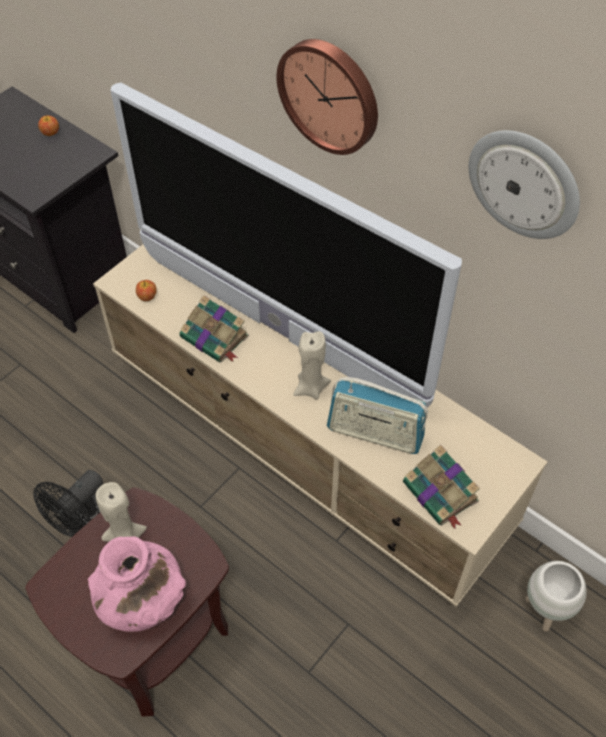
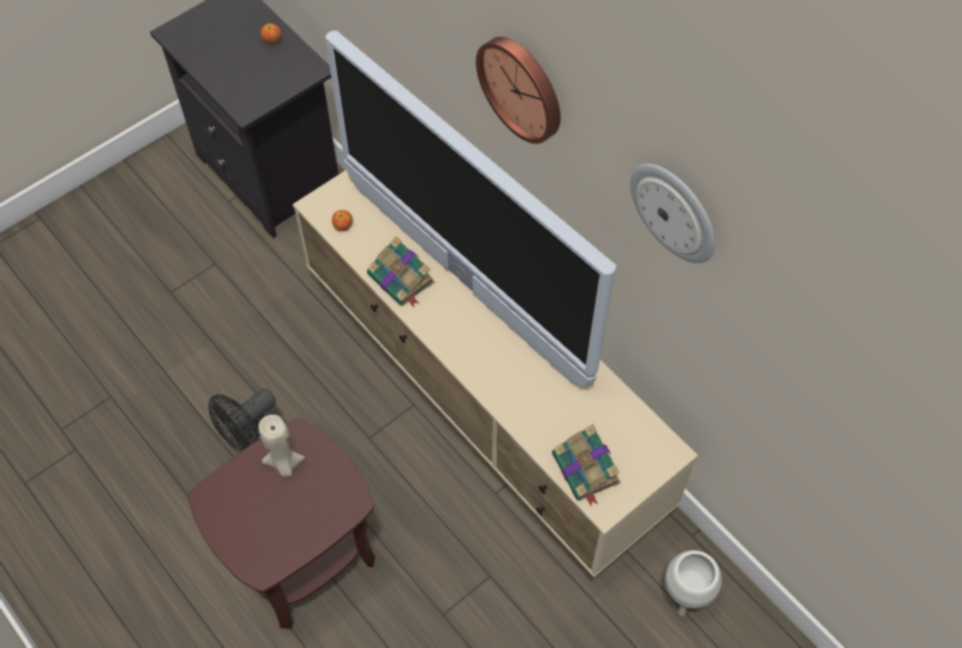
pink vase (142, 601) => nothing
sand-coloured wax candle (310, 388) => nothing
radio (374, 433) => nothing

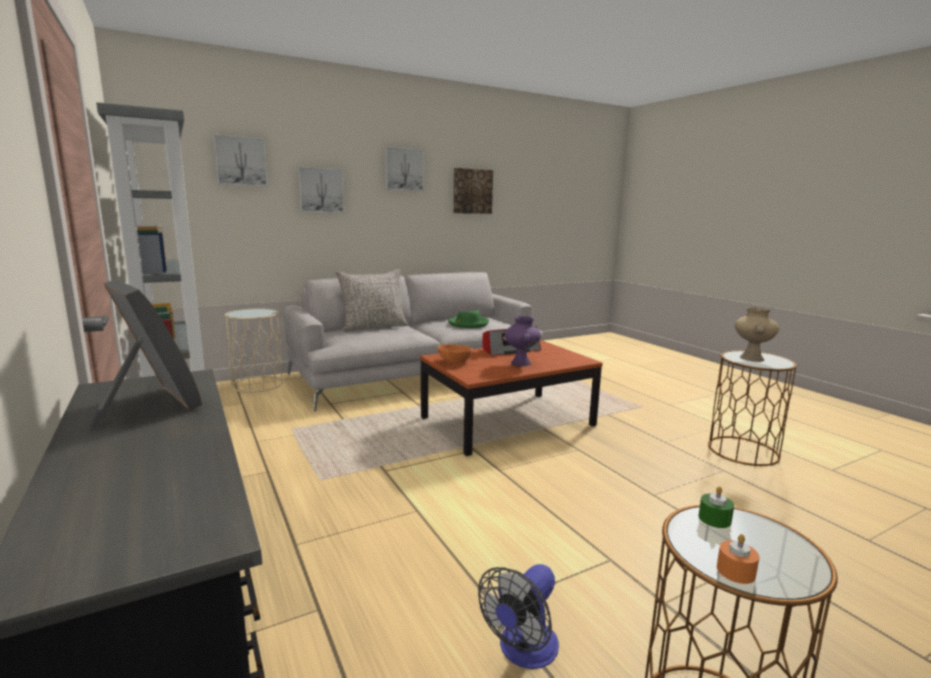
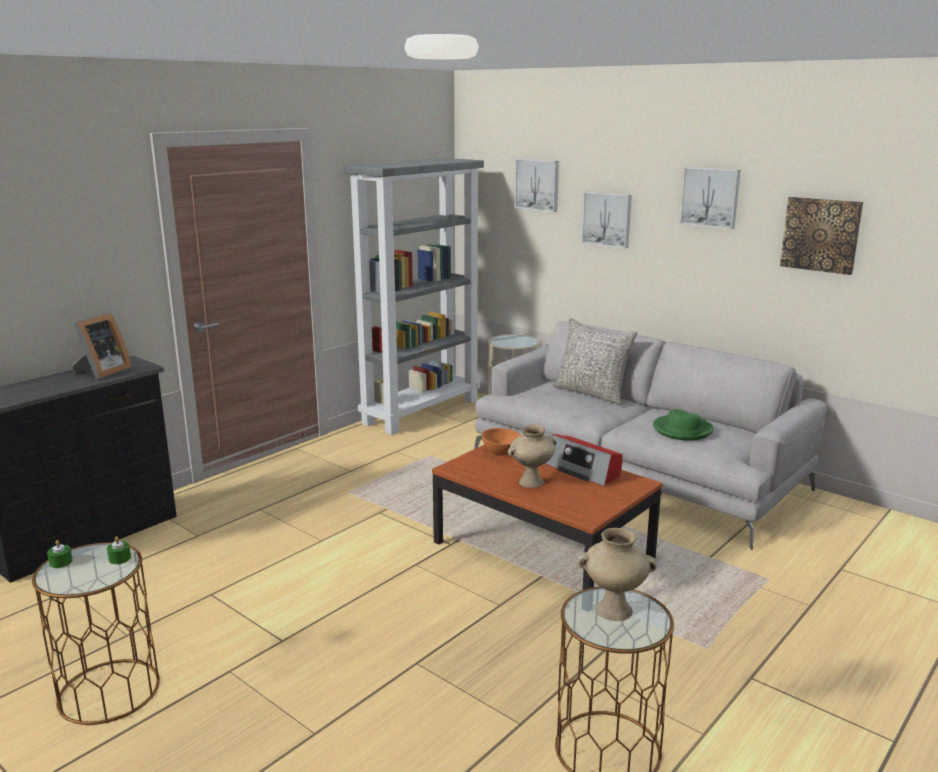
electric fan (523, 651) => nothing
purple vase (521, 363) => sand-coloured vase (531, 483)
orangey wax candle (735, 571) => greenish wax candle (61, 562)

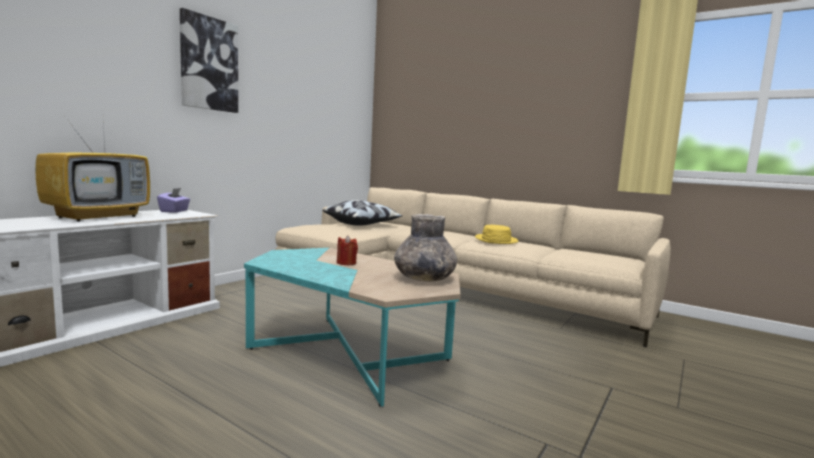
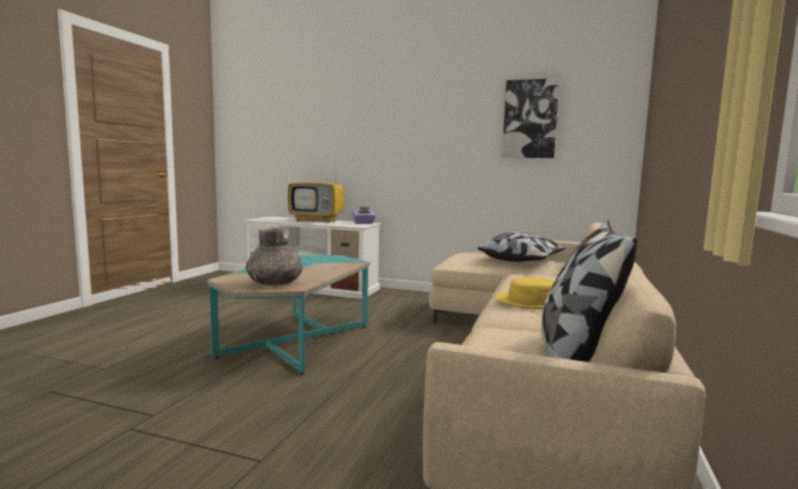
wall art (209, 64) => wall art (530, 119), shifted
red wax candle (346, 263) => nothing
nothing => throw pillow (575, 356)

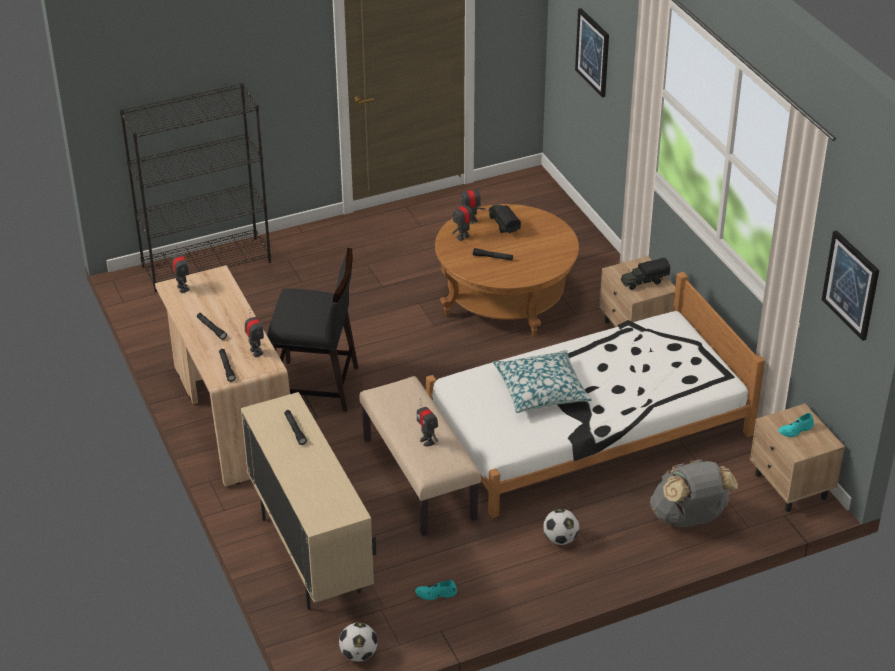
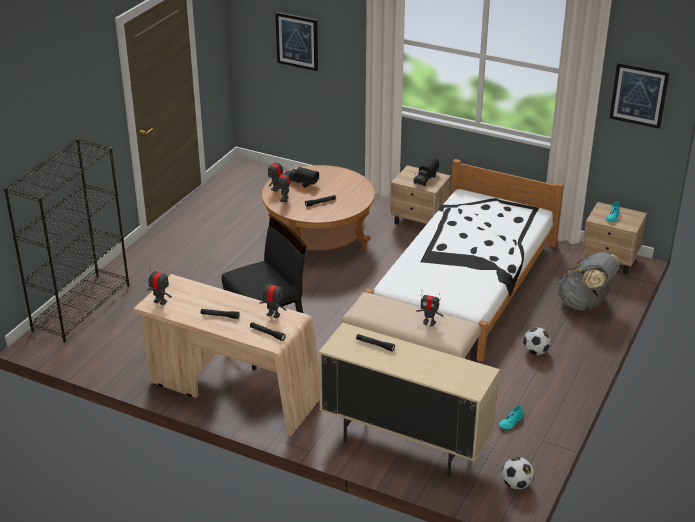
throw pillow (541, 390) => nothing

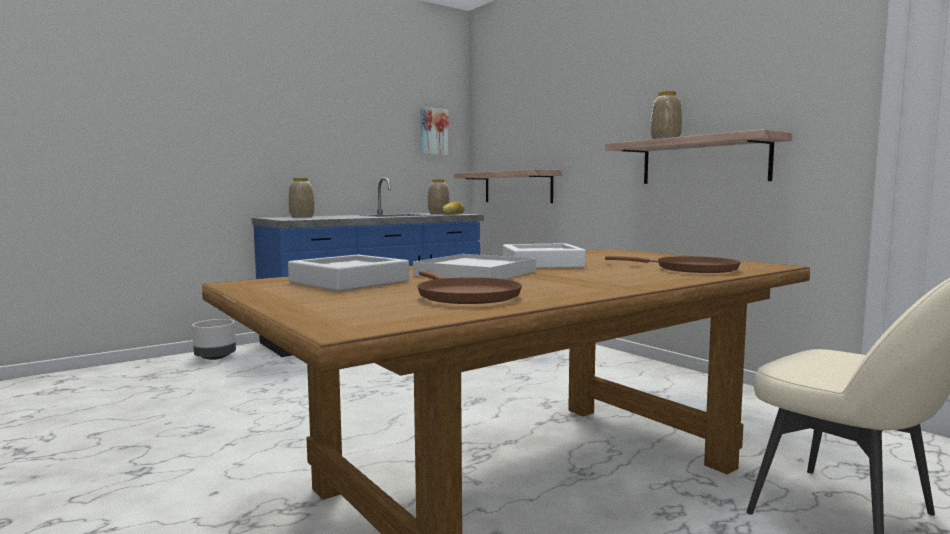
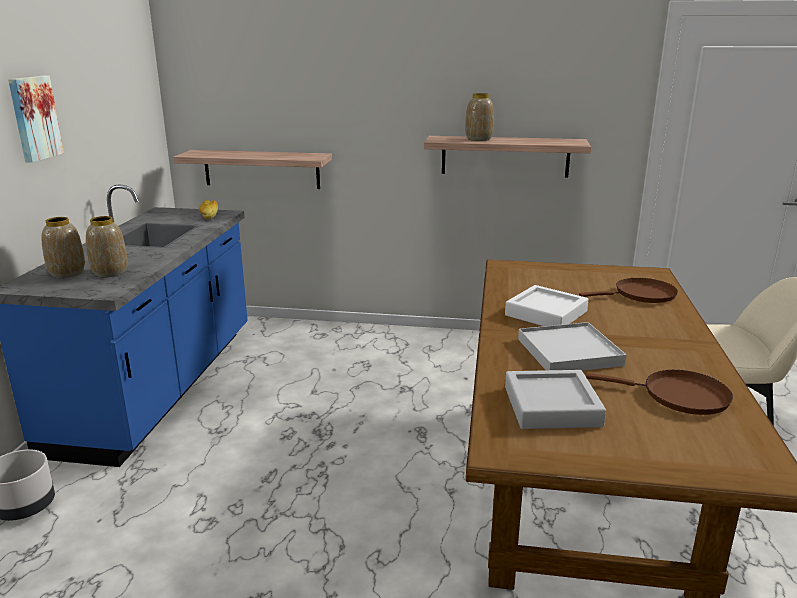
wall art (433, 132) => wall art (34, 118), shifted
vase (438, 213) => vase (109, 273), shifted

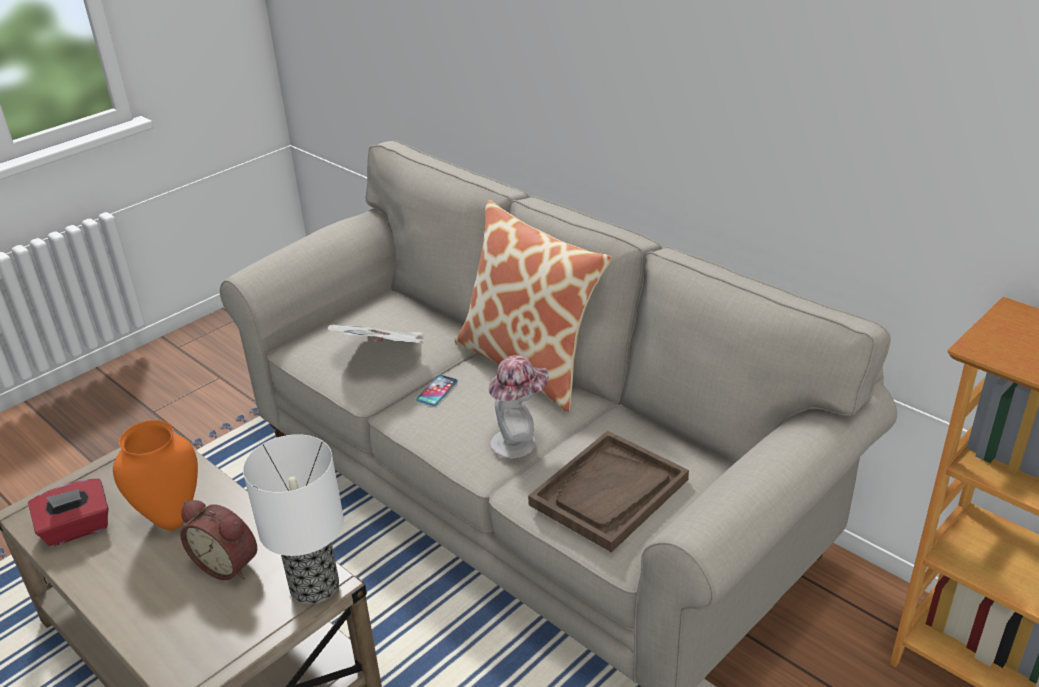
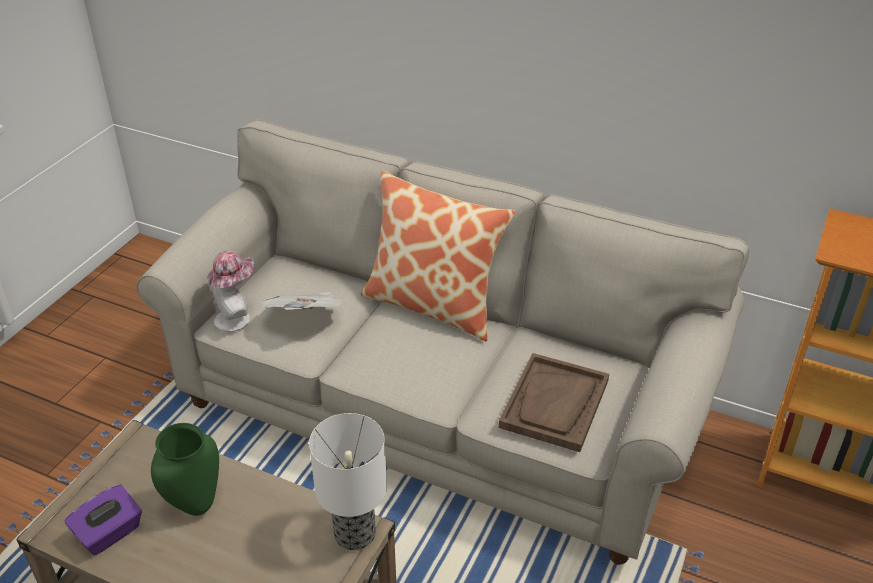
red tissue holder (77, 529) => purple tissue holder (110, 533)
orangey vase (172, 519) => greenish vase (195, 505)
bedside clock (229, 564) => nothing
telephone (437, 391) => nothing
wearable hat (519, 442) => wearable hat (236, 318), shifted

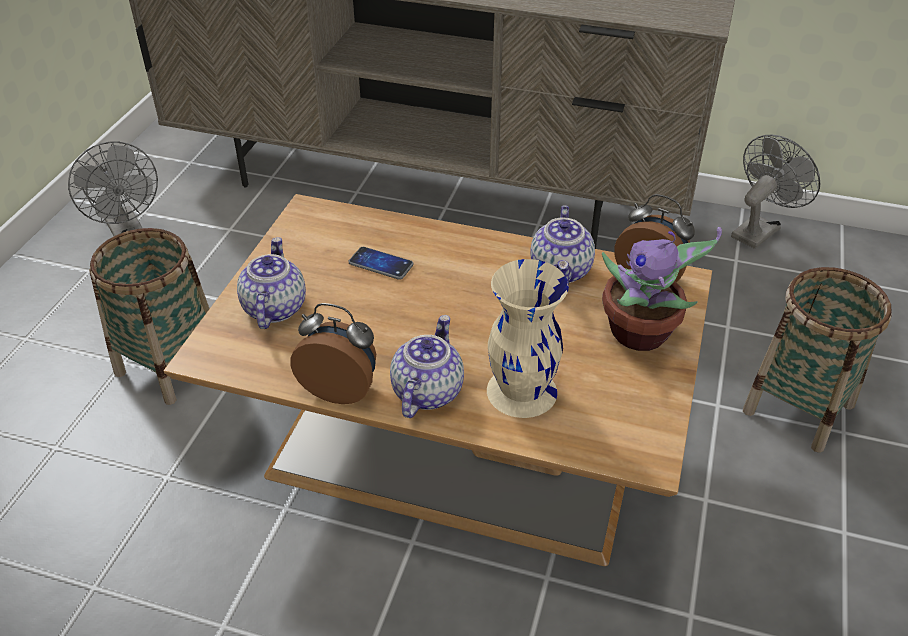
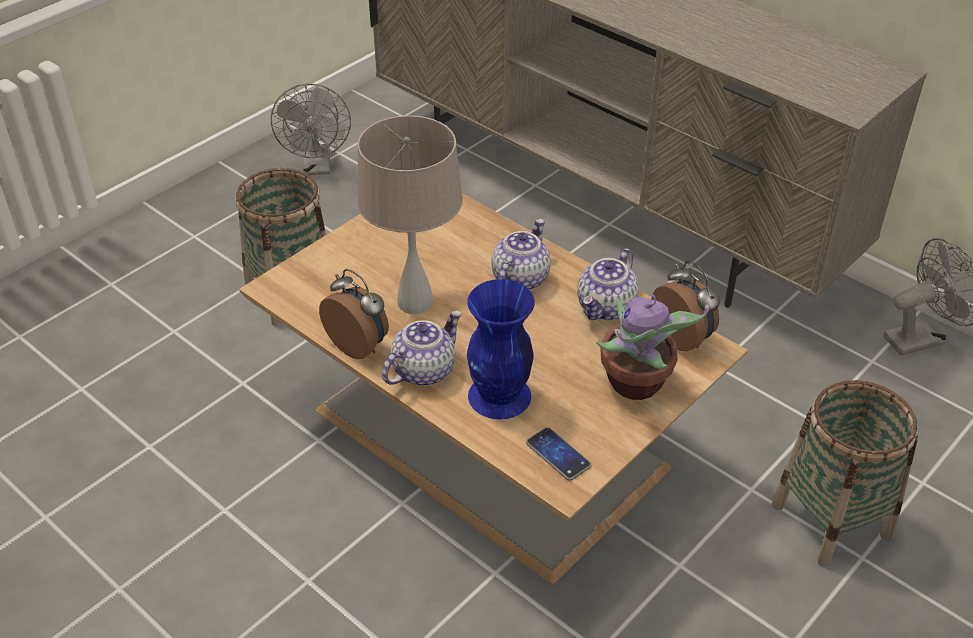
teapot (273, 307) => teapot (519, 278), shifted
telephone (381, 264) => telephone (558, 455), shifted
sand-coloured vase (522, 392) => blue vase (499, 396)
nothing => sand-coloured table lamp (415, 301)

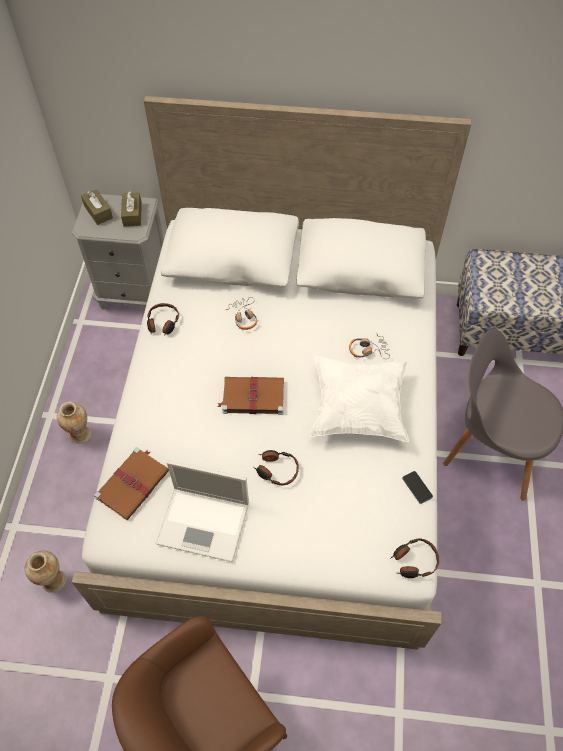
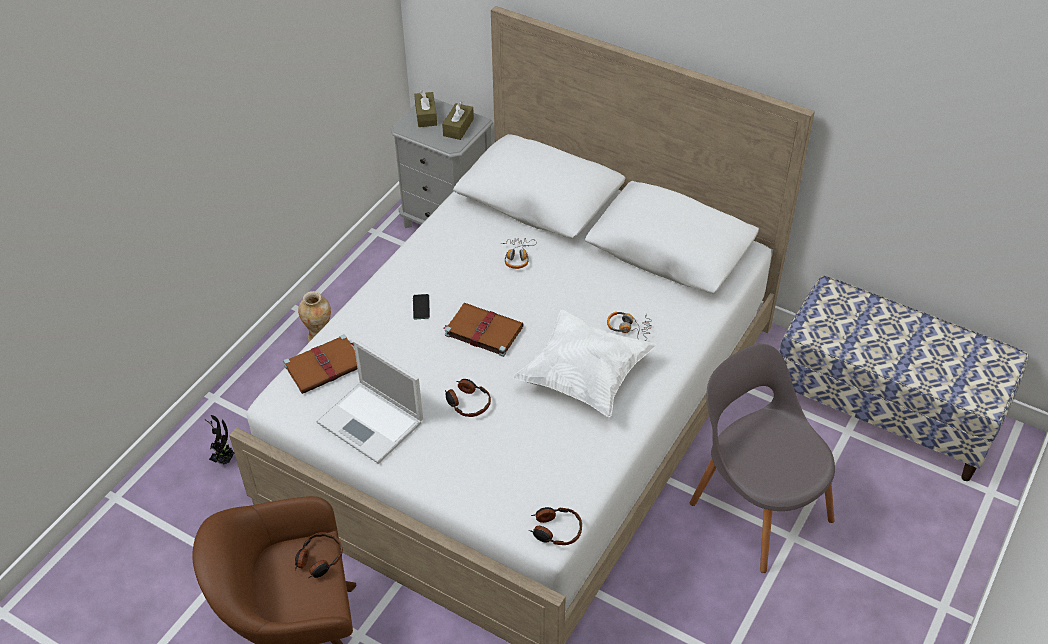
vase (53, 581) => plant in a pot (225, 459)
pair of headphones (163, 323) => pair of headphones (319, 559), shifted
telephone (417, 487) => telephone (421, 307), shifted

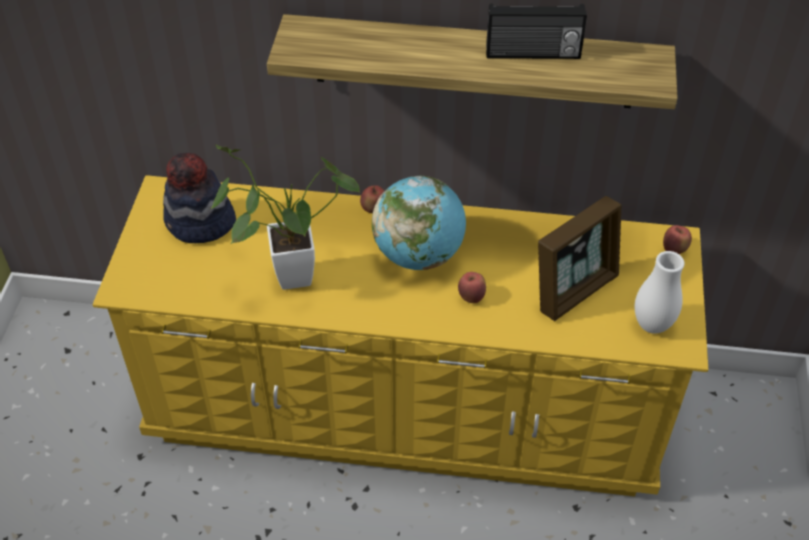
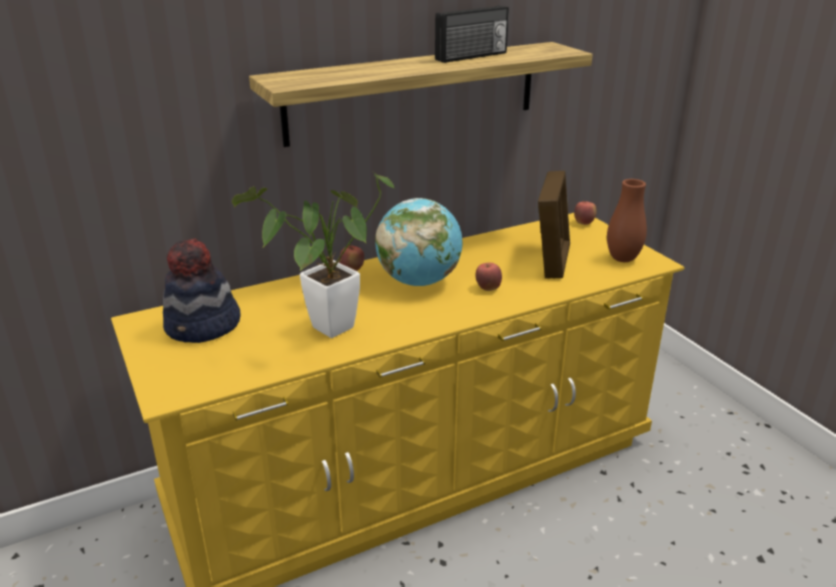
white vase (652, 325) => brown-coloured vase (622, 259)

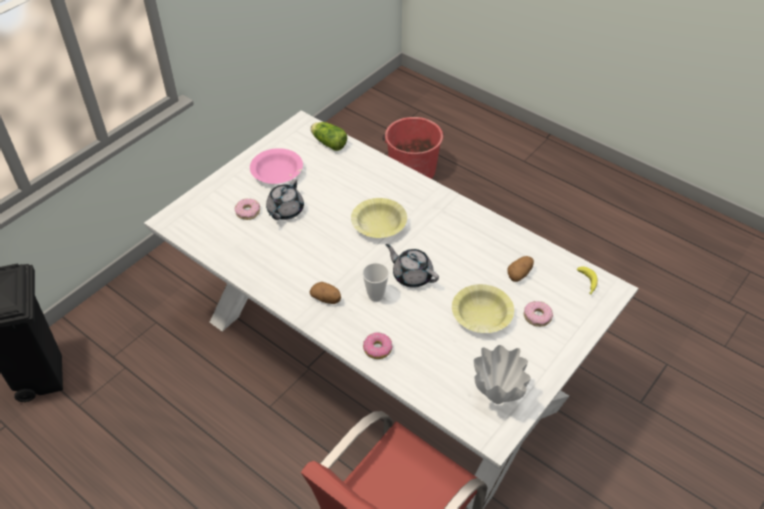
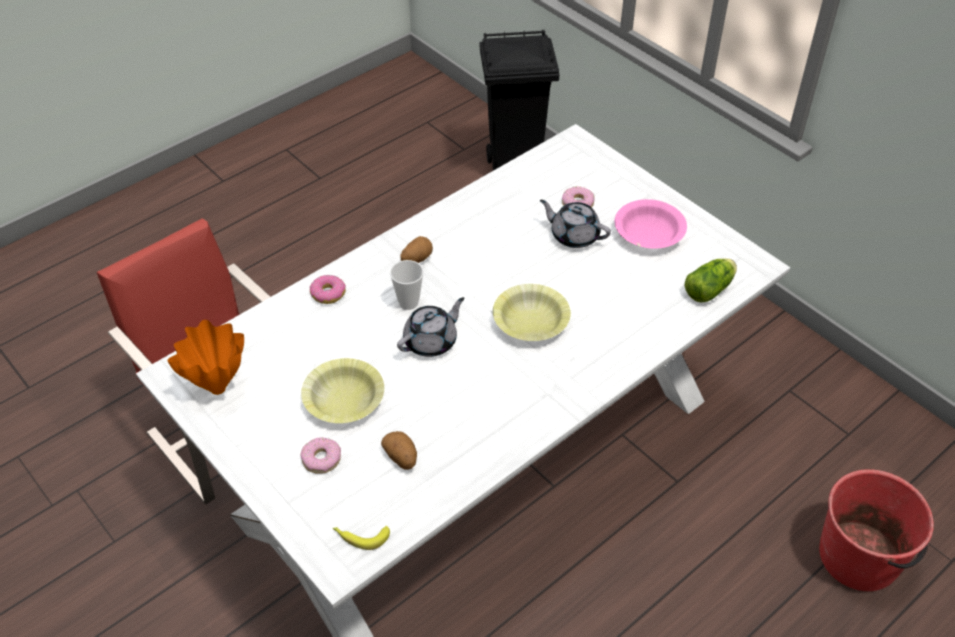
white vase (496, 397) => orangey vase (219, 388)

